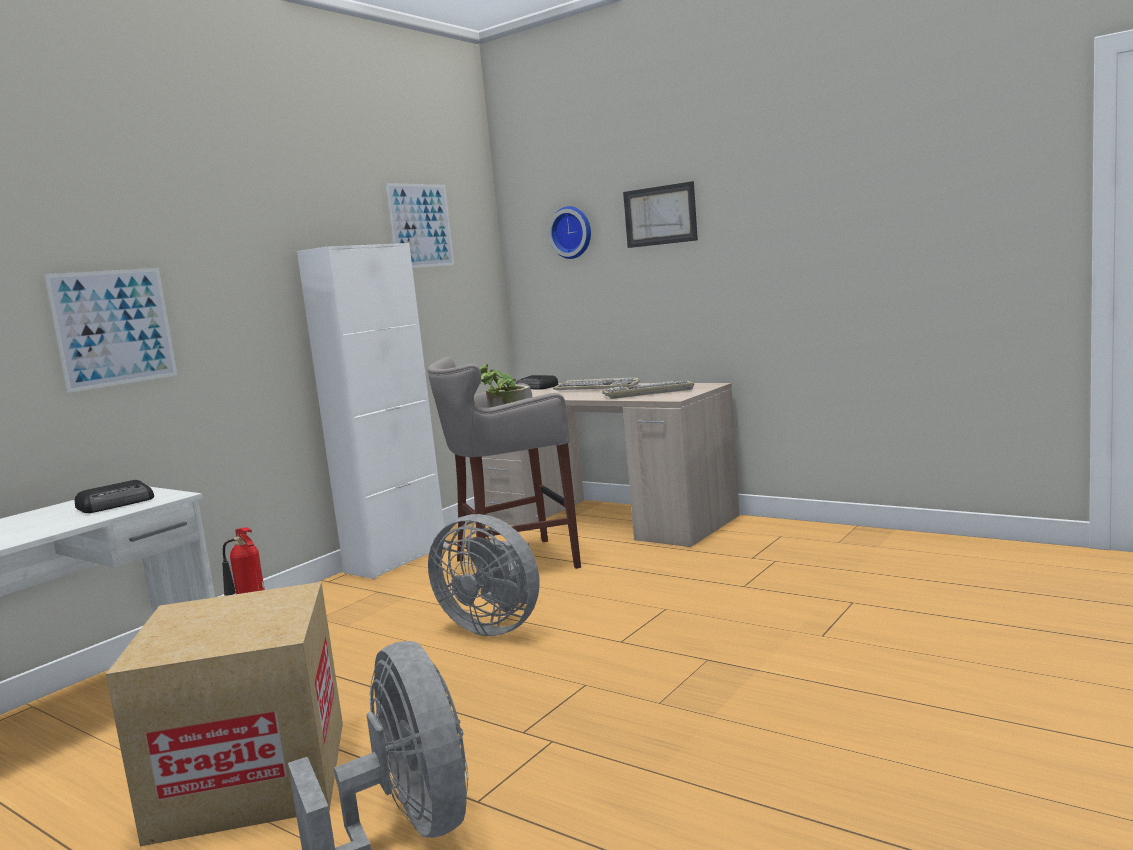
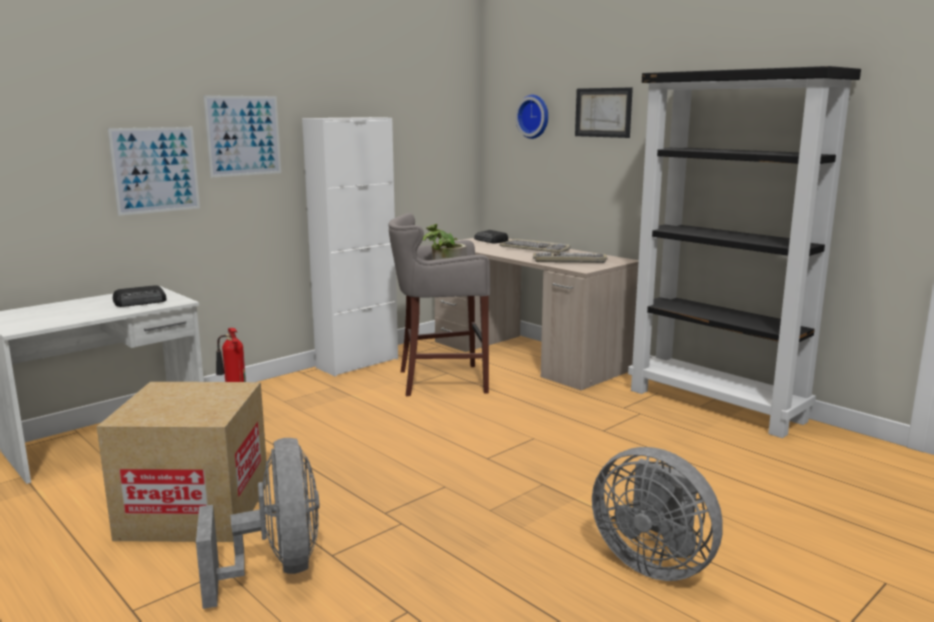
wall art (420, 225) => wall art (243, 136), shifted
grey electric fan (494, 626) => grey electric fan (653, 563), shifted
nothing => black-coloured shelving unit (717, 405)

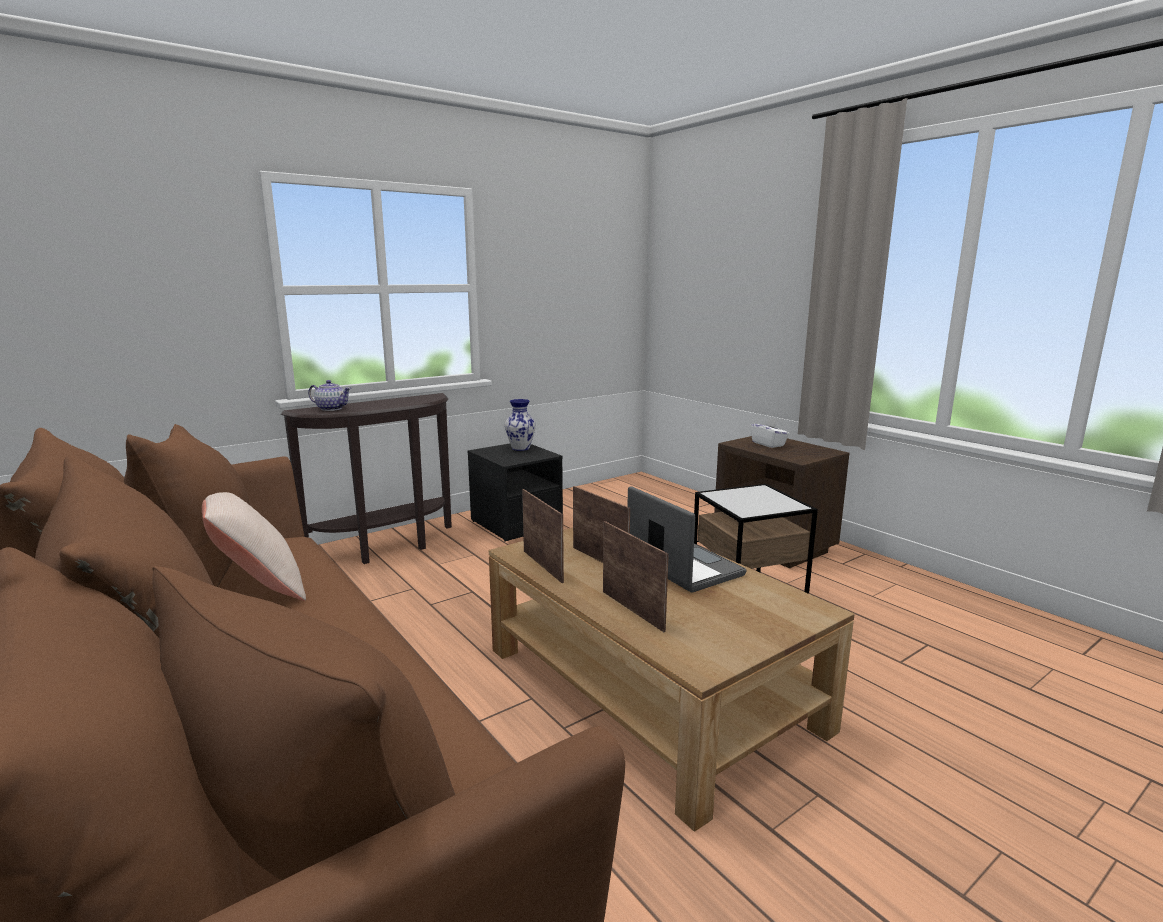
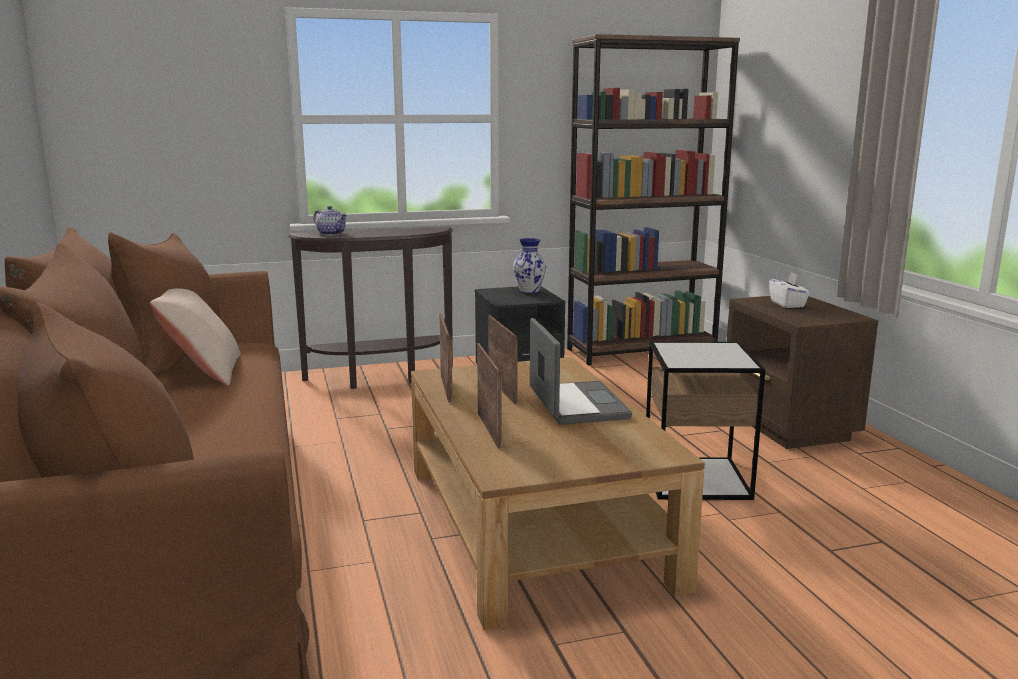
nothing => brown-coloured shelving unit (641, 351)

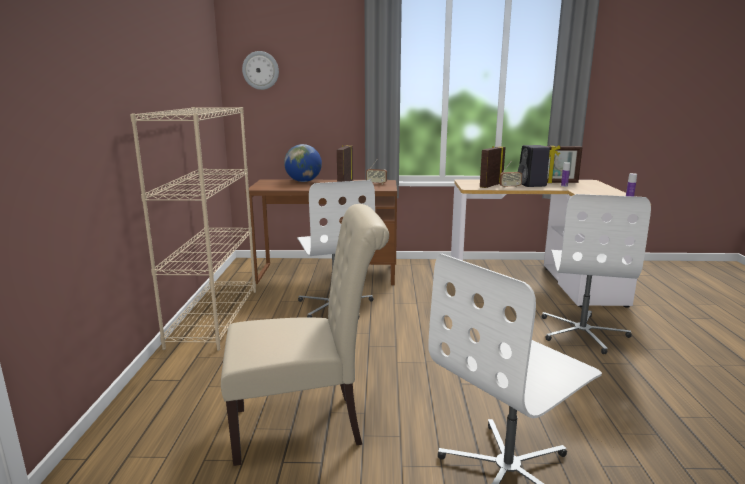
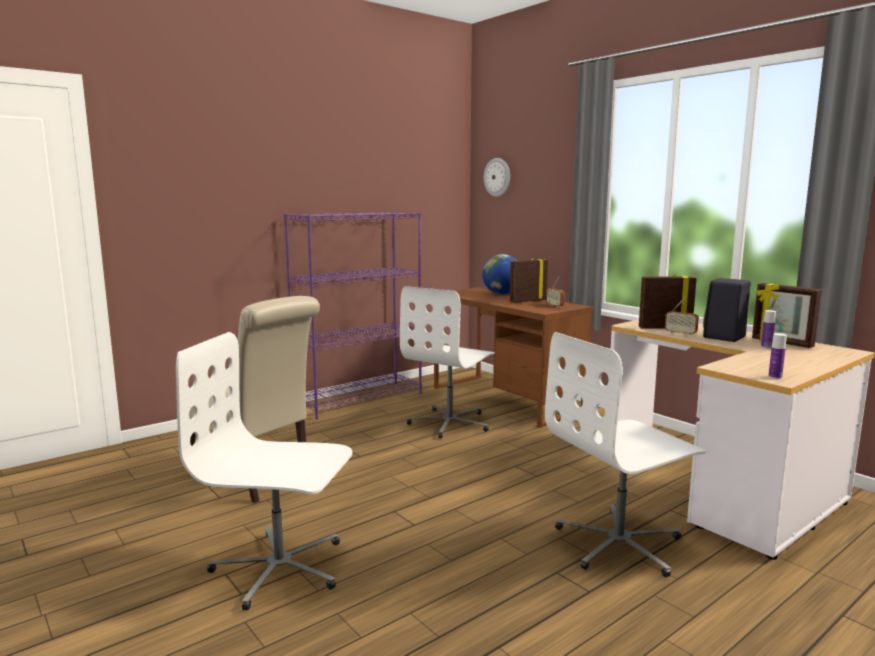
sand-coloured shelving unit (214, 317) => purple shelving unit (360, 399)

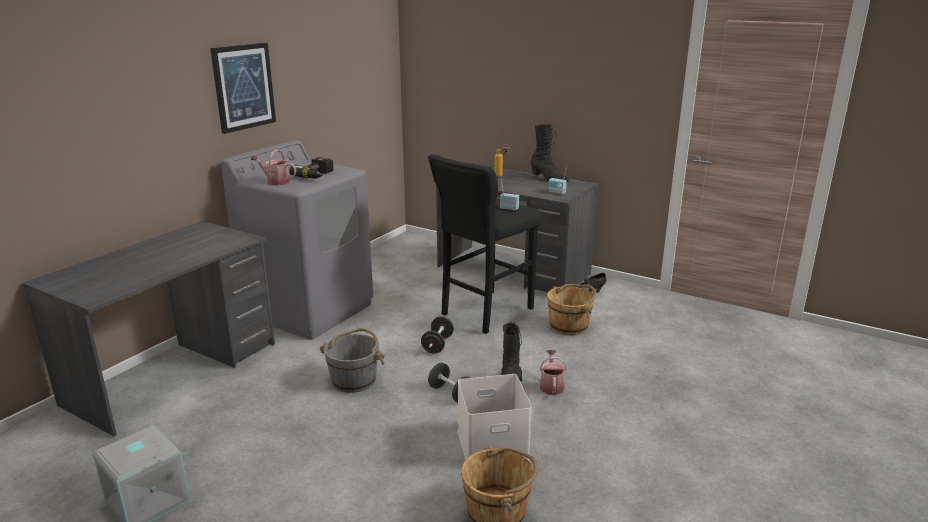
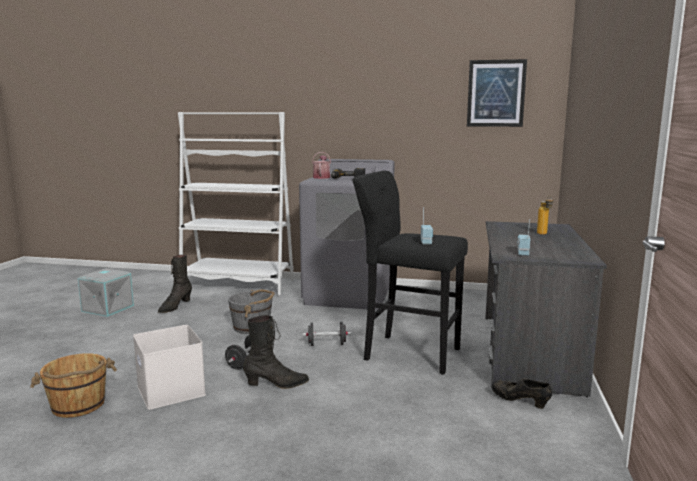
grey desk unit (175, 373) => white shelving unit (238, 284)
wall art (243, 87) => wall art (496, 93), shifted
black-coloured boot (548, 179) => black-coloured boot (175, 307), shifted
sprinkling can (551, 385) => nothing
brown-coloured pail (569, 325) => nothing

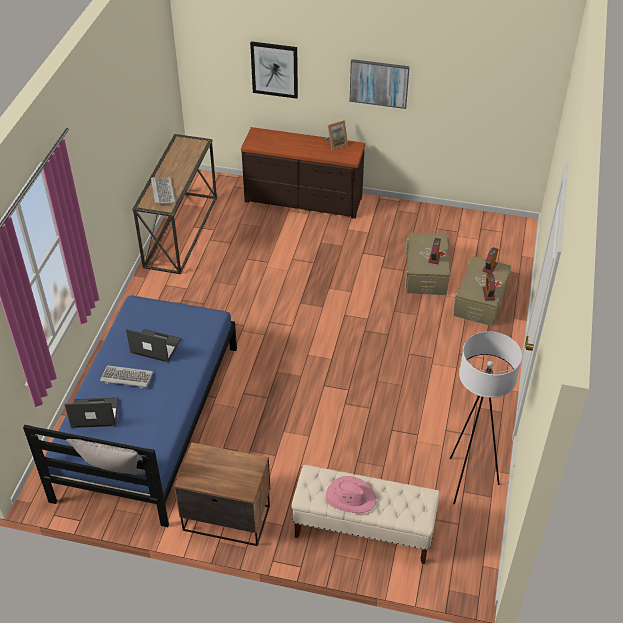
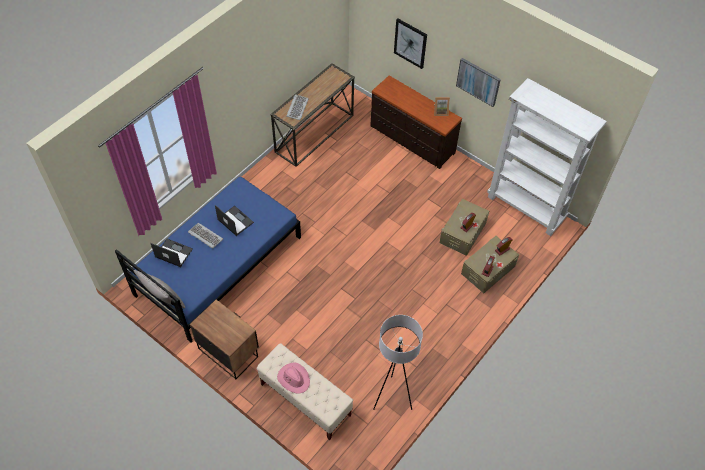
nothing => white shelving unit (526, 208)

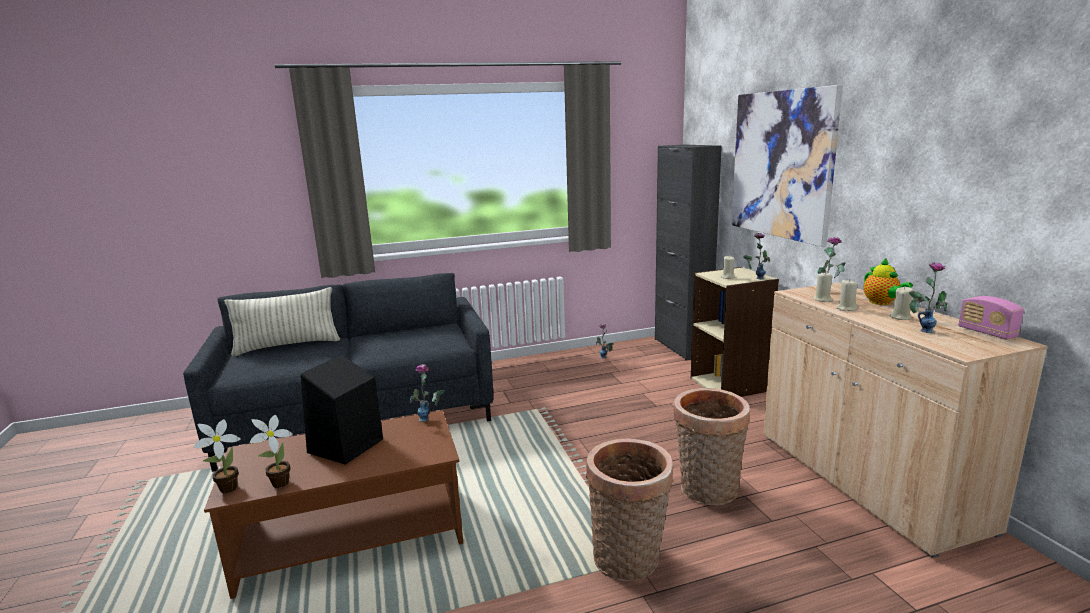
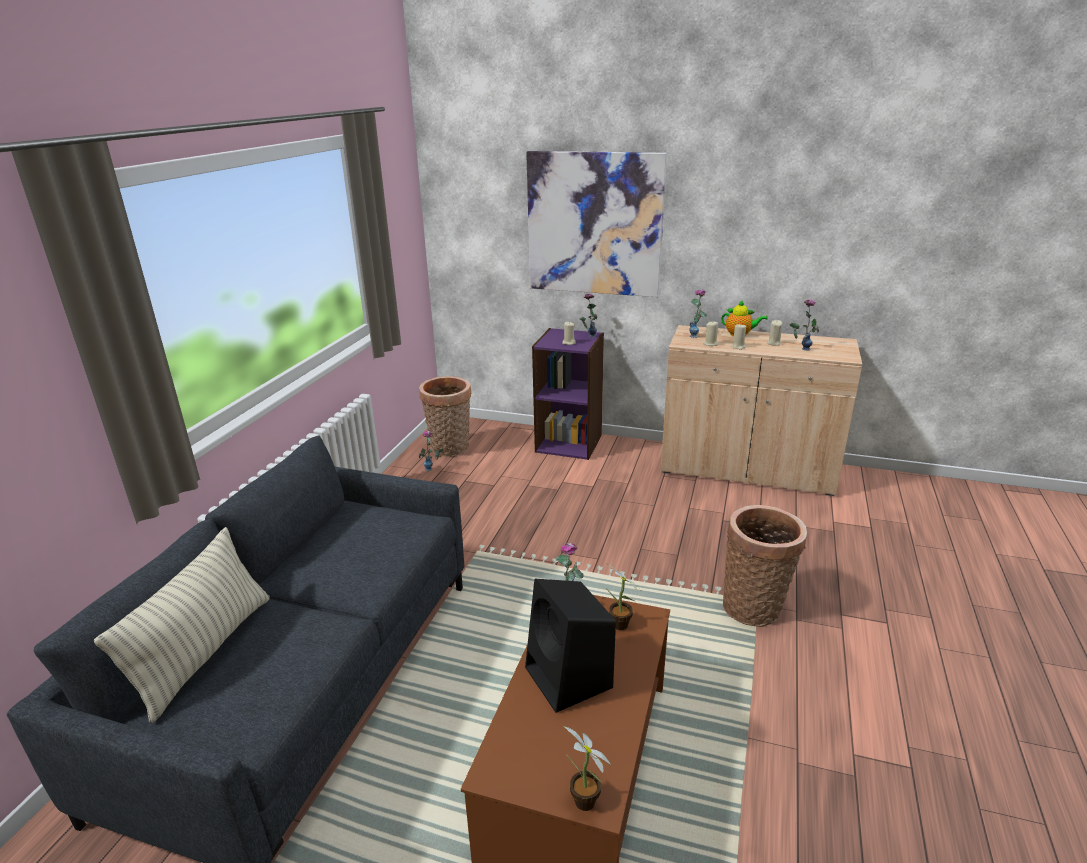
plant in a pot (277, 485) => plant in a pot (621, 626), shifted
black-coloured storage cabinet (682, 347) => nothing
household basket (707, 492) => household basket (450, 449), shifted
sand-coloured shelving unit (730, 384) => purple shelving unit (569, 443)
radio (986, 333) => nothing

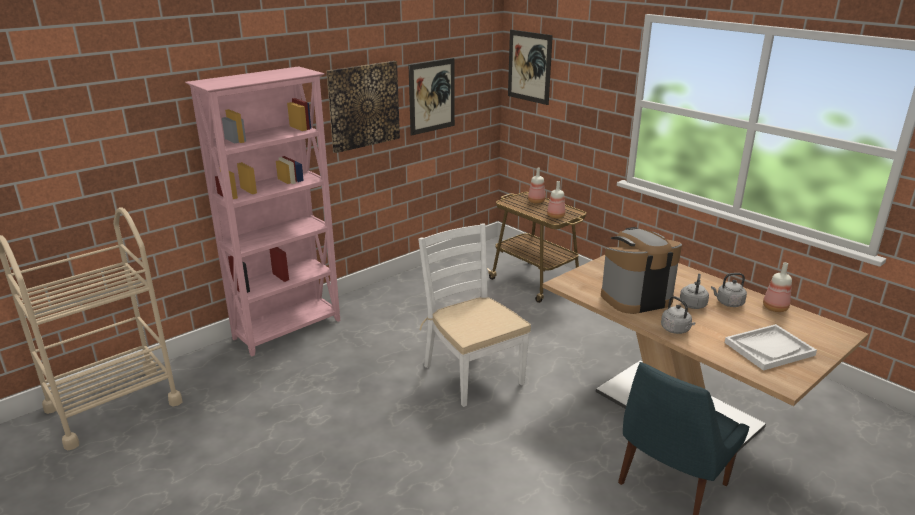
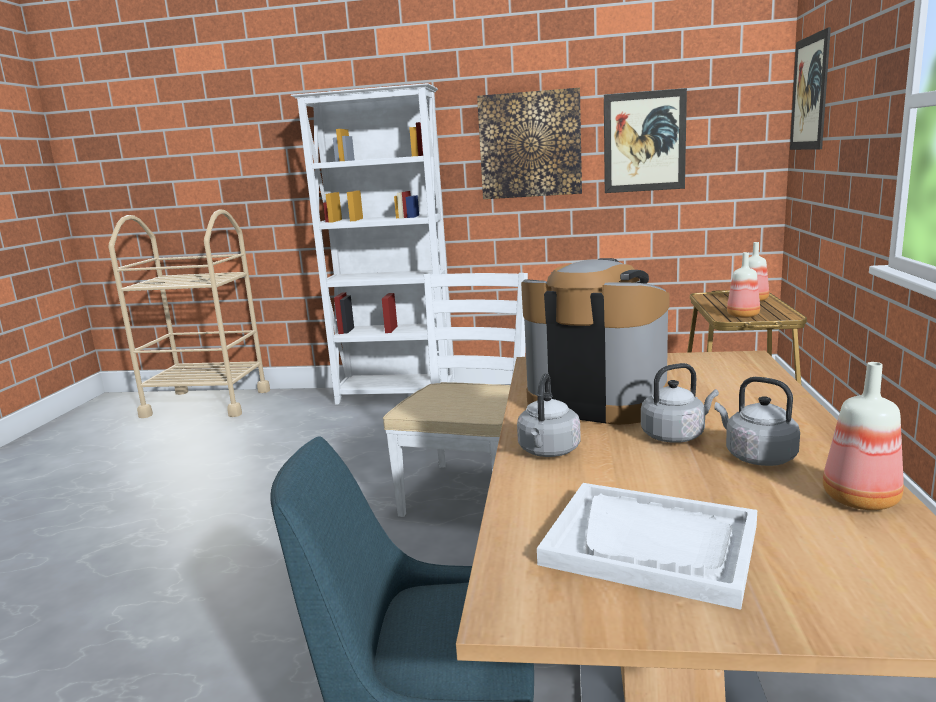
pink shelving unit (289, 330) => white shelving unit (397, 396)

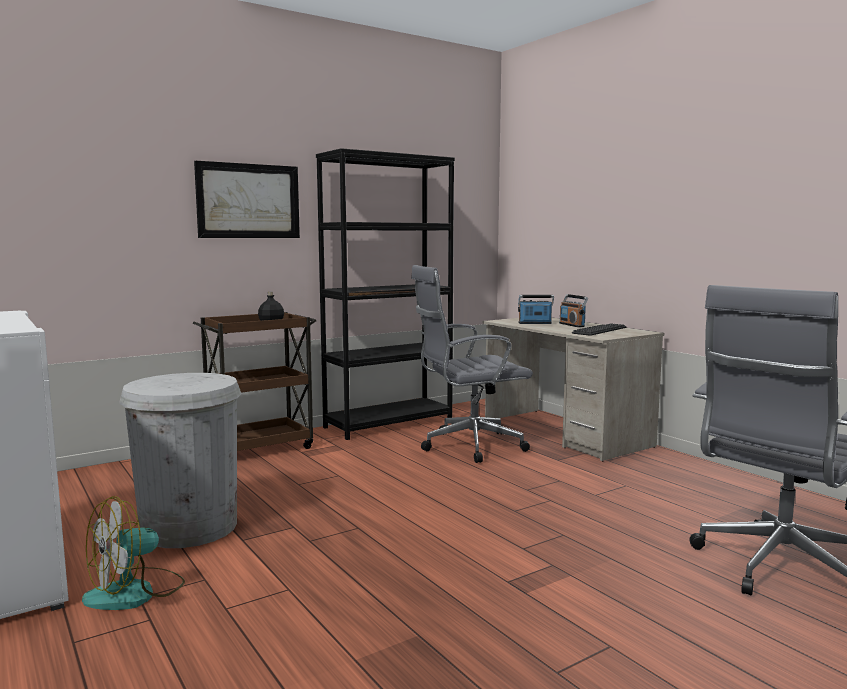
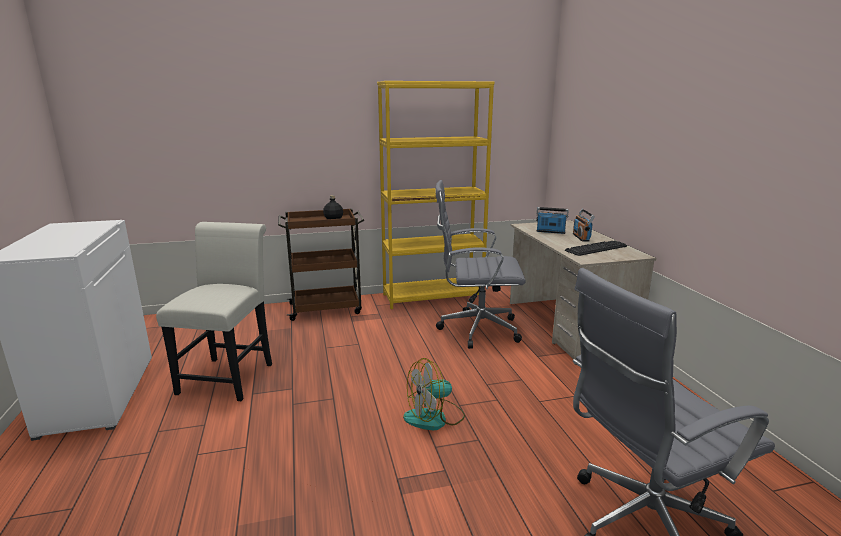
electric fan (135, 592) => electric fan (434, 417), shifted
white waste bin (189, 527) => white plain chair (230, 375)
wall art (248, 201) => nothing
black-coloured shelving unit (389, 423) => yellow-coloured shelving unit (433, 297)

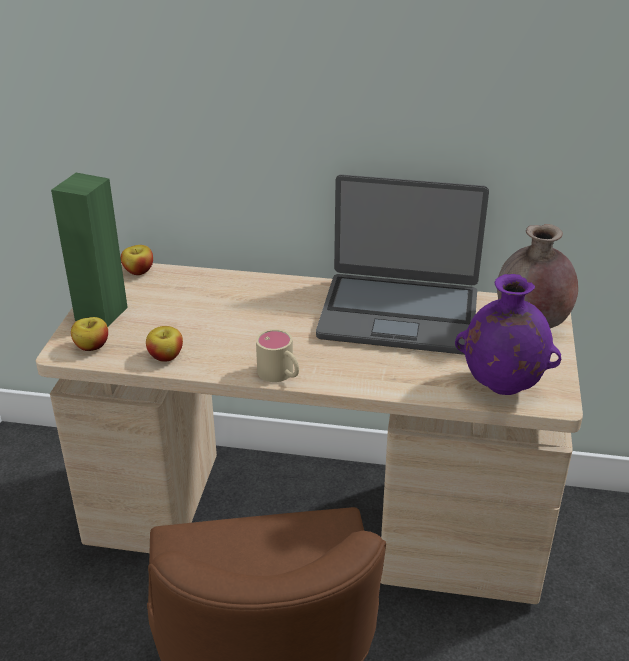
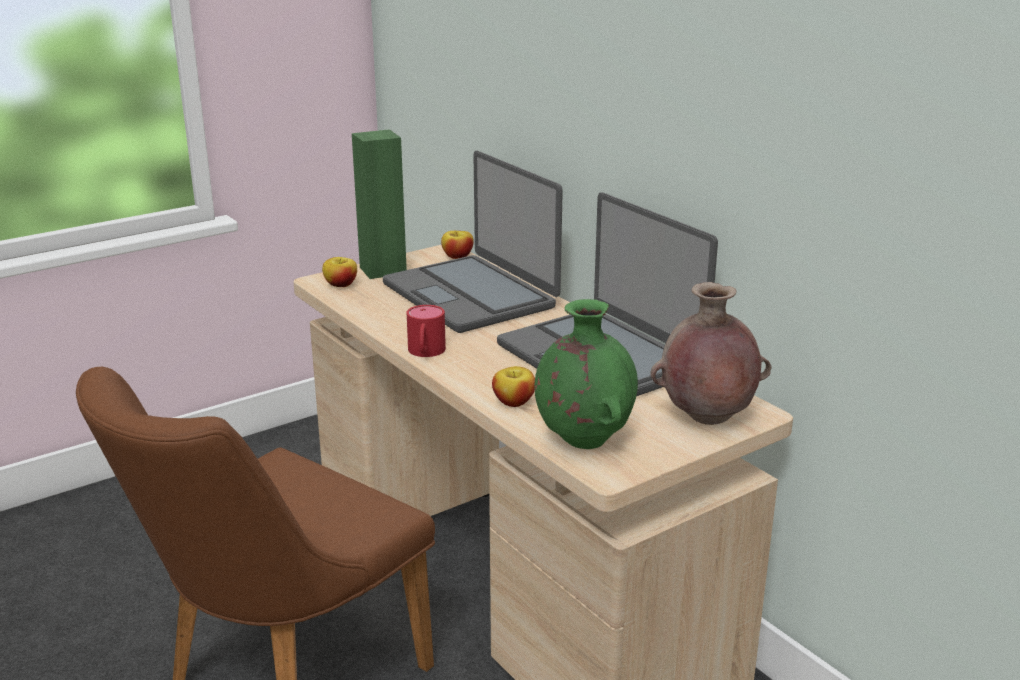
whole apple (166, 356) => whole apple (514, 402), shifted
sand-coloured tea mug (280, 375) => red tea mug (425, 353)
purple vase (501, 386) => greenish vase (583, 439)
nothing => notebook computer (471, 295)

